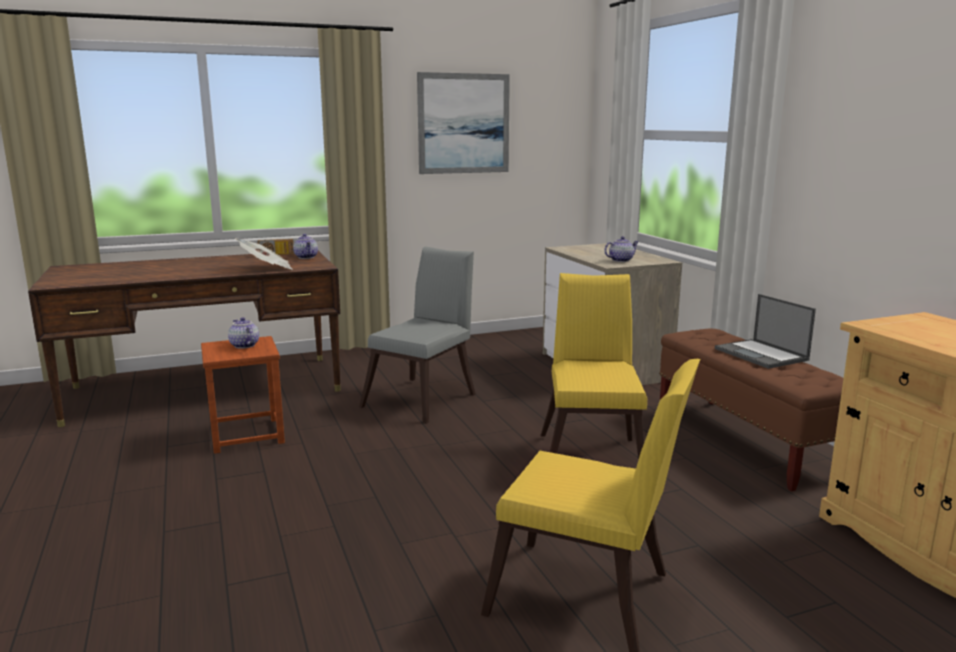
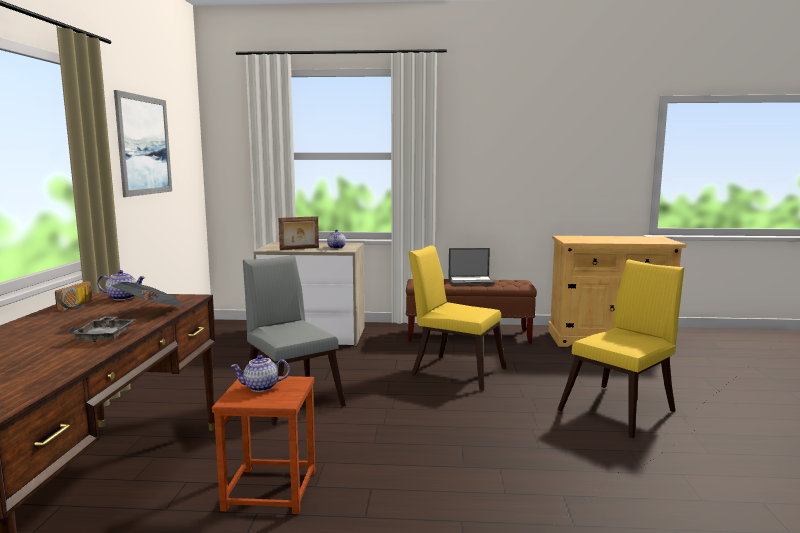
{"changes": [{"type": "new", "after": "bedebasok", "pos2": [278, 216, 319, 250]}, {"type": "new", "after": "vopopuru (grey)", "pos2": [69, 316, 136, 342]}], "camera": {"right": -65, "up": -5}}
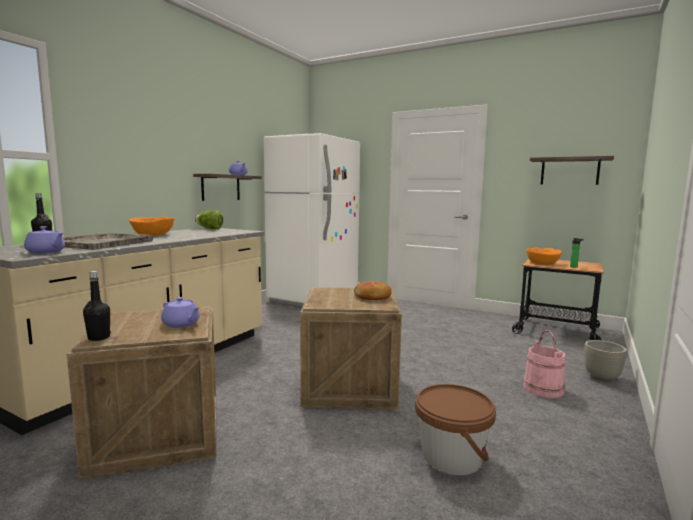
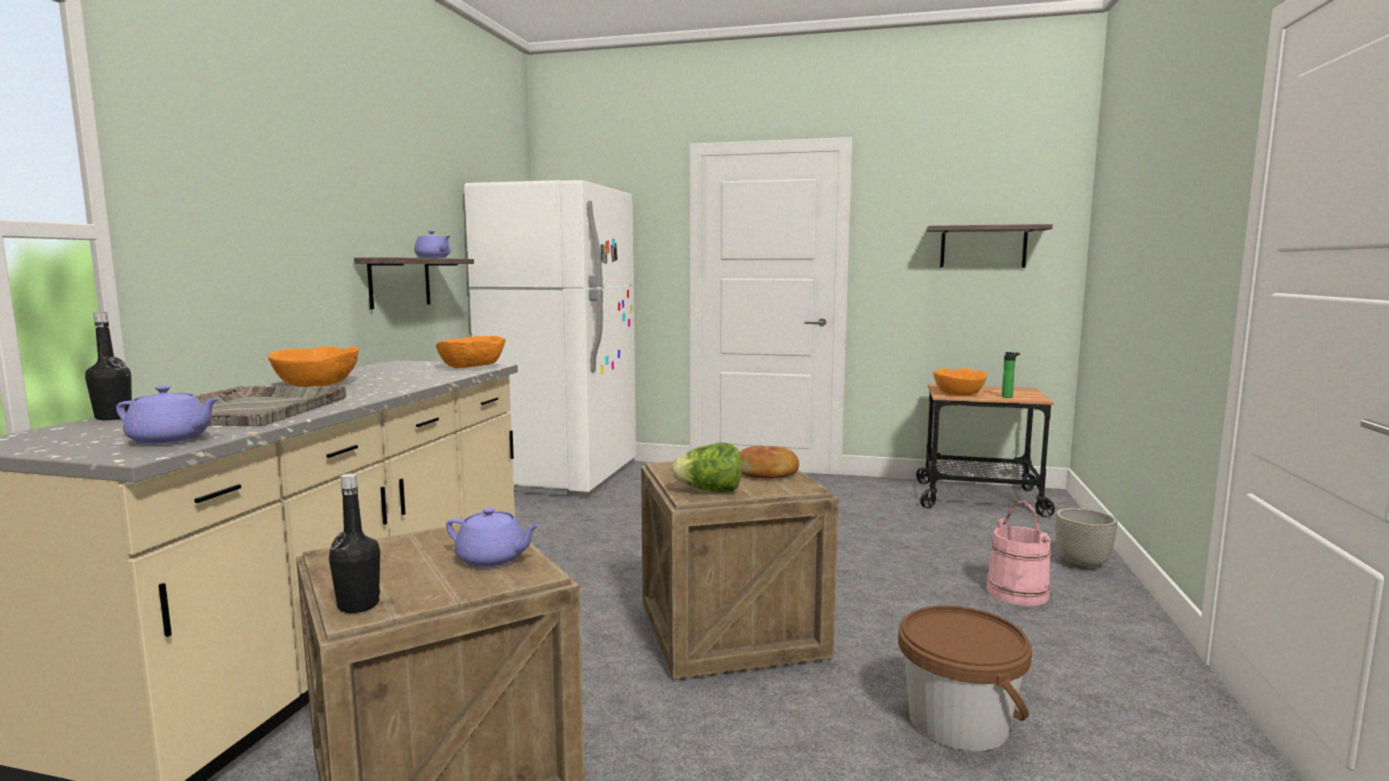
{"changes": [{"type": "shifted", "before": "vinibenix", "pos1": [195, 210, 223, 229], "pos2": [672, 443, 741, 492]}, {"type": "new", "after": "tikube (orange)", "pos2": [436, 336, 506, 368]}], "camera": {"right": -15, "up": 0}}
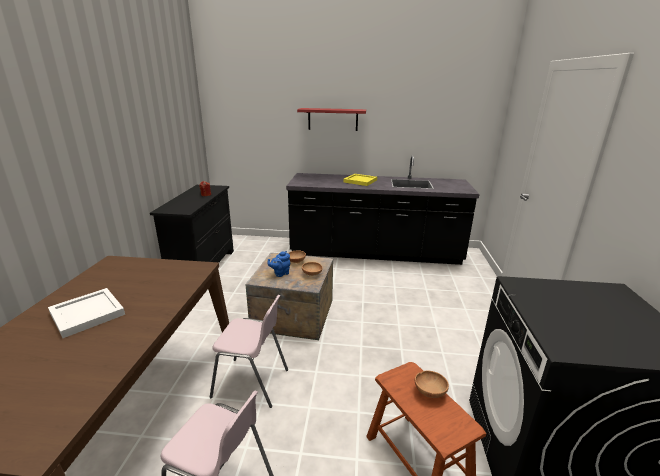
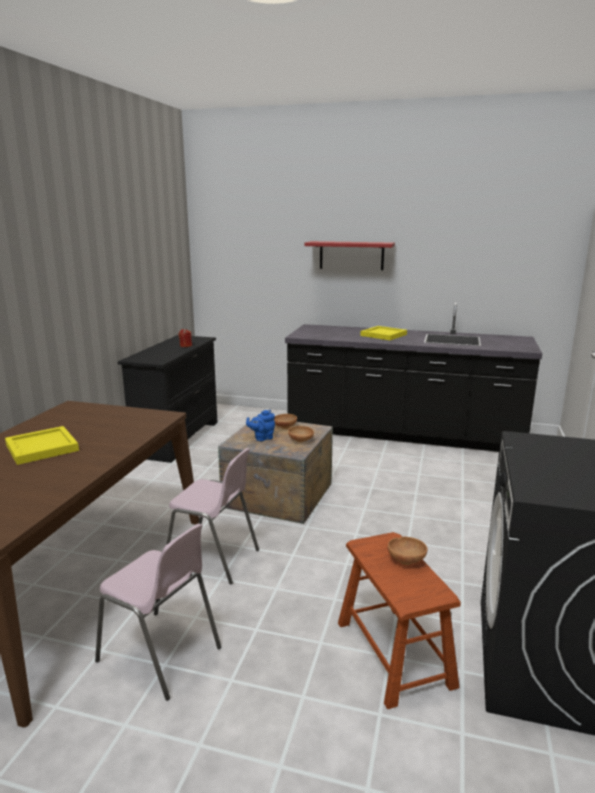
{"changes": [{"type": "repainted", "before": "vopopuru (white)", "after": "vopopuru (yellow)", "pos1": [48, 288, 125, 338], "pos2": [5, 426, 79, 465]}], "camera": {"right": 10, "up": -5}}
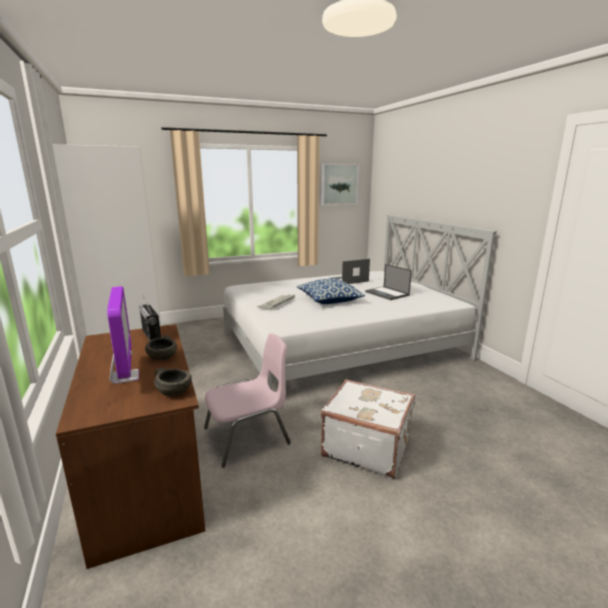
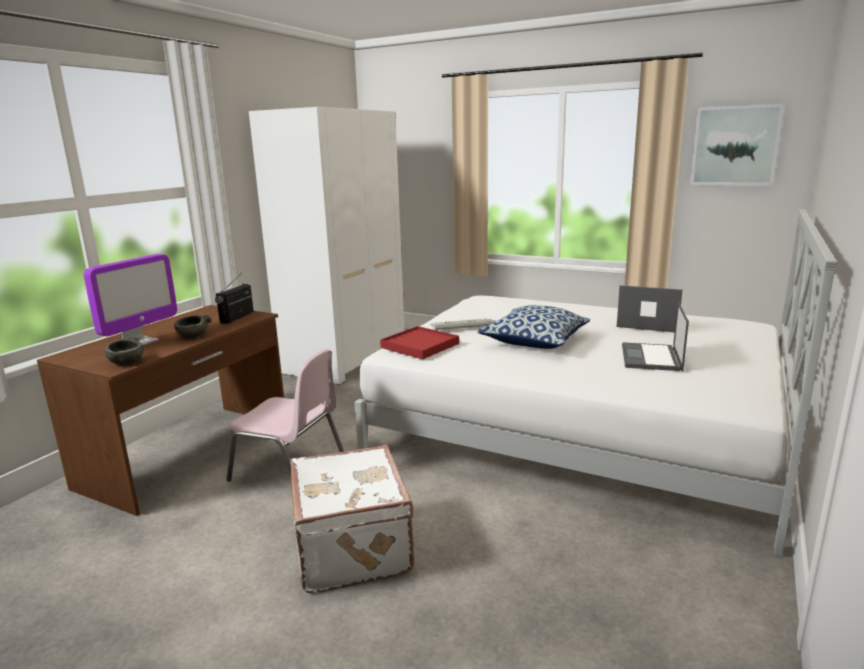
{"changes": [{"type": "new", "after": "vopopuru (red)", "pos2": [380, 326, 459, 359]}], "camera": {"right": 50, "up": 0}}
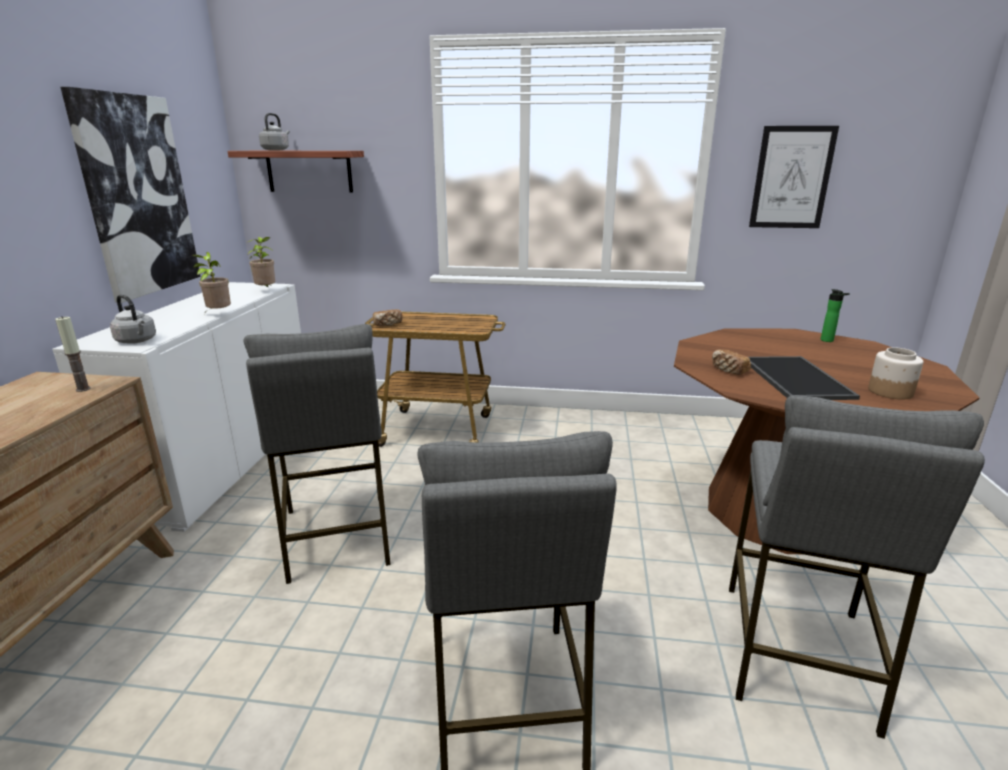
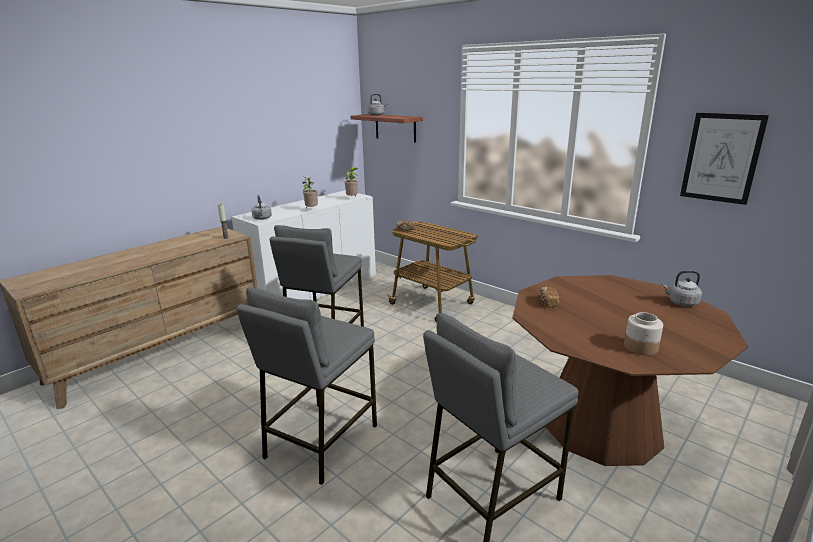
{"changes": [{"type": "gone", "before": "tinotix", "pos1": [60, 87, 201, 303]}, {"type": "swapped", "before": "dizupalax", "after": "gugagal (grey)", "pos1": [821, 289, 850, 342], "pos2": [662, 270, 702, 307]}, {"type": "gone", "before": "vopopuru", "pos1": [749, 356, 860, 400]}], "camera": {"right": 35, "up": 0}}
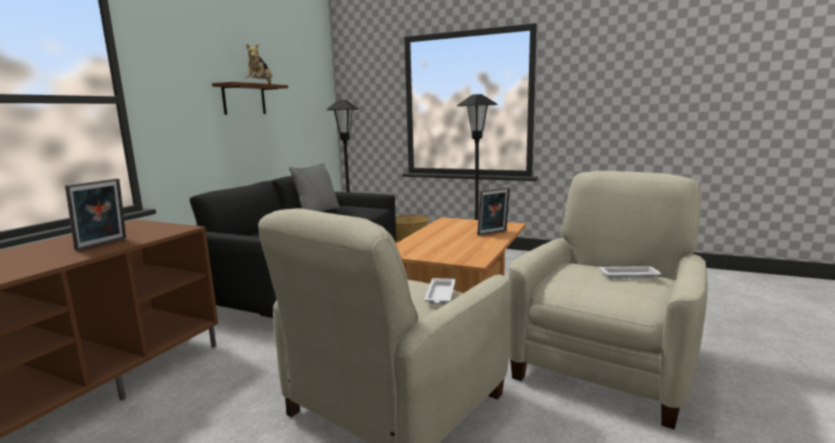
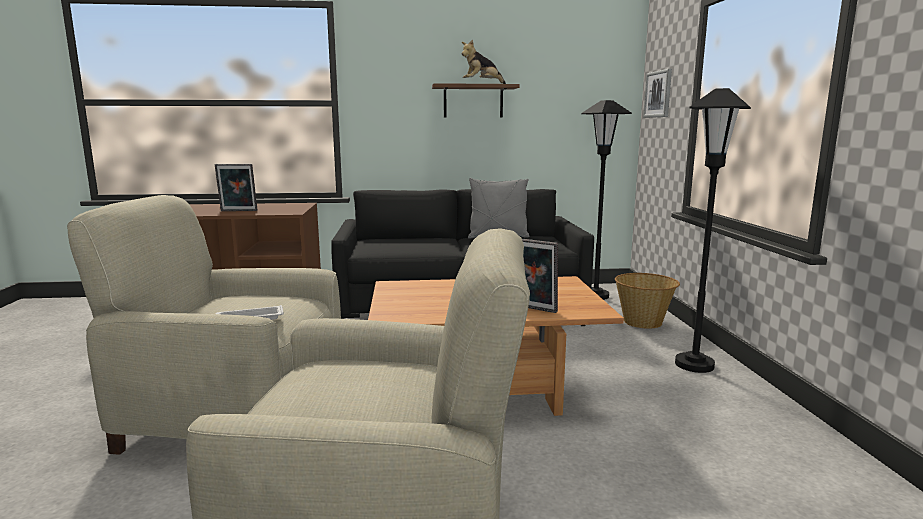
{"changes": [{"type": "gone", "before": "vopopuru (white)", "pos1": [599, 266, 661, 278]}, {"type": "new", "after": "tinotix", "pos2": [643, 69, 672, 118]}], "camera": {"right": 60, "up": 0}}
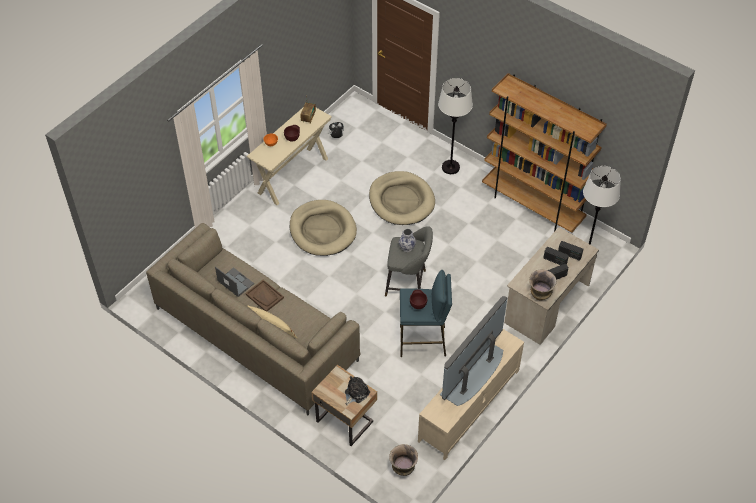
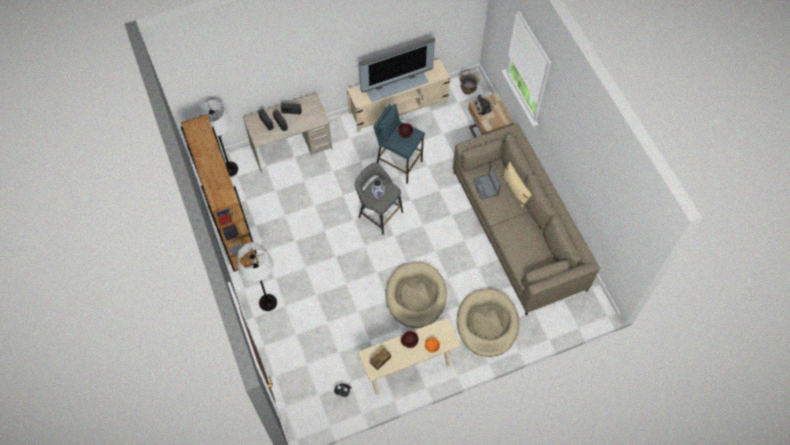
{"changes": [{"type": "shifted", "before": "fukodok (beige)", "pos1": [369, 171, 435, 225], "pos2": [457, 289, 519, 357]}, {"type": "shifted", "before": "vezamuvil", "pos1": [215, 267, 254, 297], "pos2": [472, 164, 501, 200]}, {"type": "gone", "before": "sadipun", "pos1": [529, 270, 557, 300]}, {"type": "gone", "before": "vopopuru (brown)", "pos1": [245, 279, 284, 311]}], "camera": {"right": -150, "up": 10}}
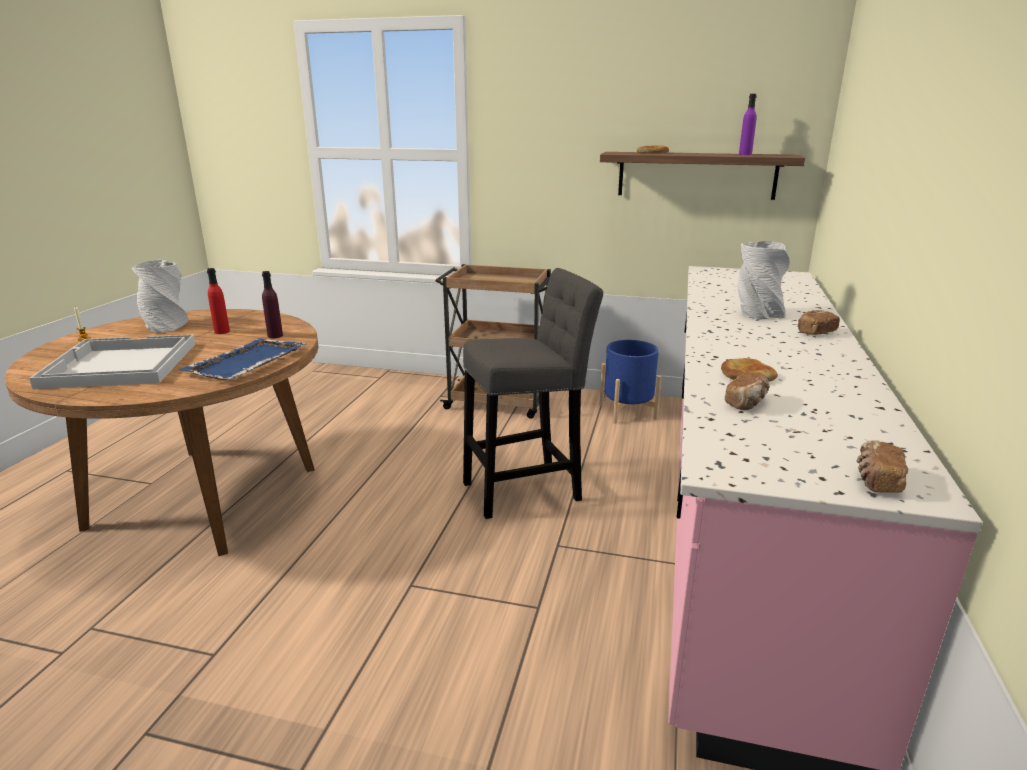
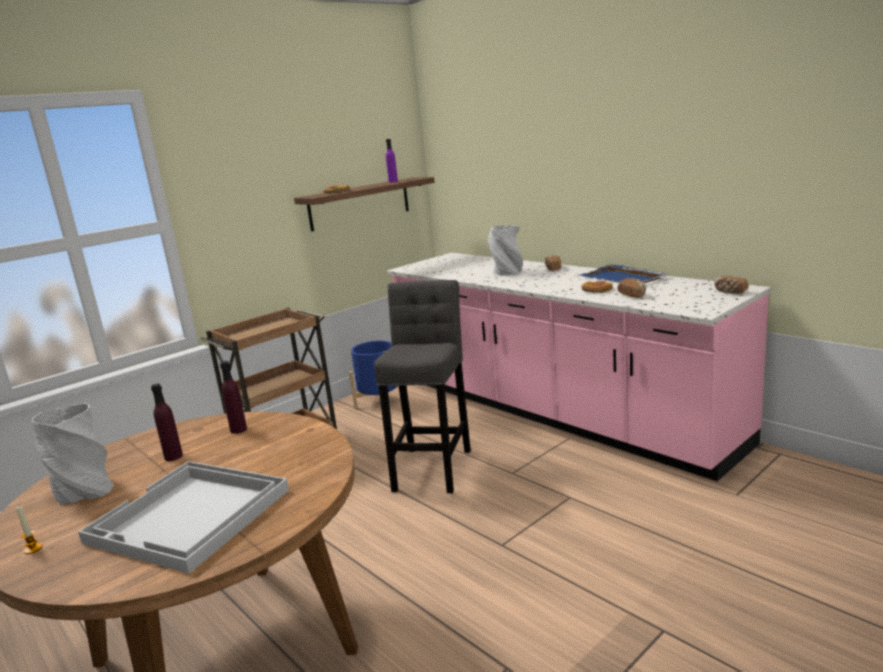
{"changes": [{"type": "repainted", "before": "dizupalax (red)", "after": "dizupalax (purple)", "pos1": [207, 268, 230, 334], "pos2": [151, 384, 183, 461]}, {"type": "shifted", "before": "vopopuru (blue)", "pos1": [178, 338, 306, 380], "pos2": [578, 264, 669, 283]}], "camera": {"right": -55, "up": -5}}
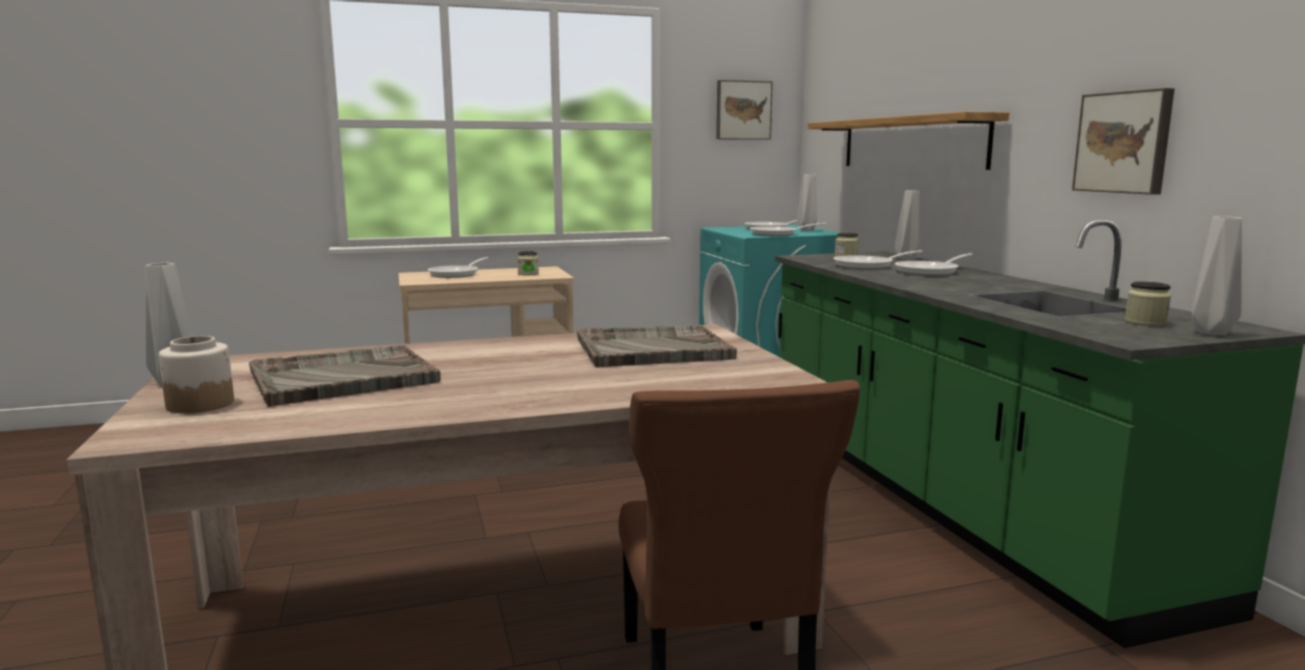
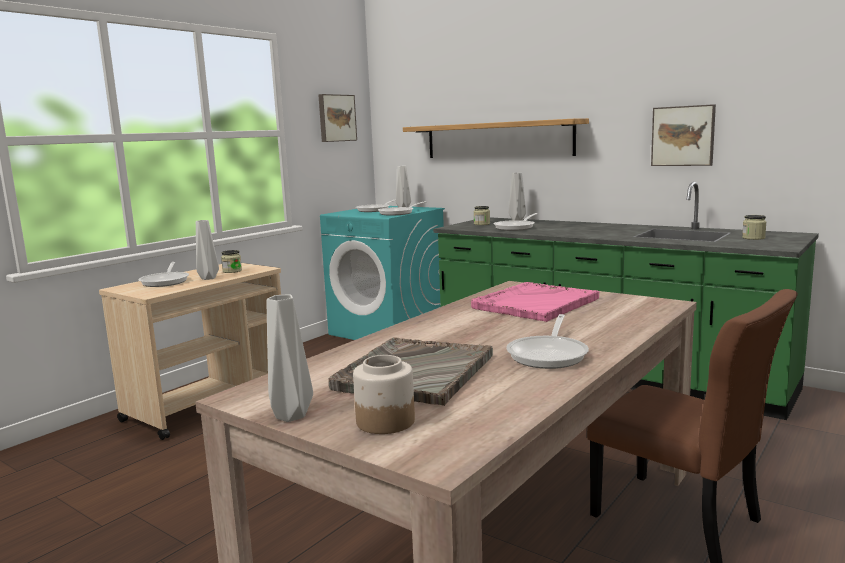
{"changes": [{"type": "shifted", "before": "sadipun (grey)", "pos1": [1192, 216, 1242, 335], "pos2": [196, 220, 219, 280]}, {"type": "shifted", "before": "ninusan", "pos1": [895, 253, 973, 276], "pos2": [506, 314, 589, 369]}, {"type": "repainted", "before": "vopopuru (grey)", "after": "vopopuru (pink)", "pos1": [577, 325, 737, 367], "pos2": [471, 282, 599, 322]}], "camera": {"right": -35, "up": 0}}
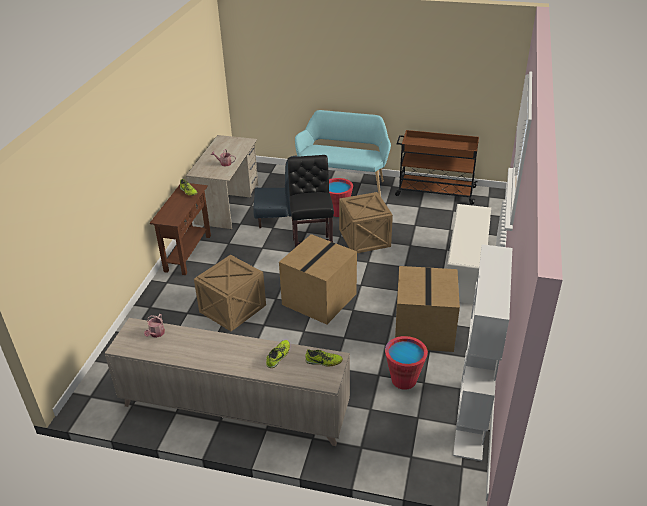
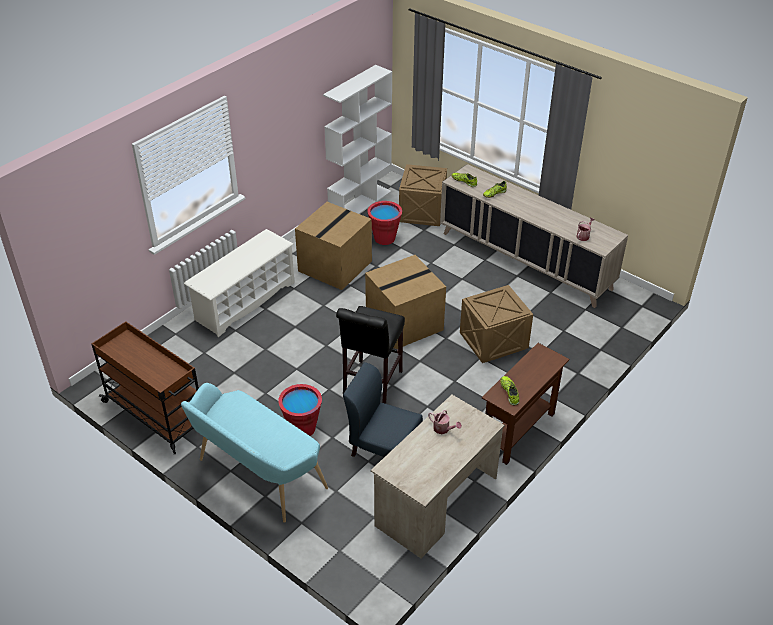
{"changes": [{"type": "shifted", "before": "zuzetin", "pos1": [339, 192, 393, 253], "pos2": [399, 164, 447, 226]}], "camera": {"right": -155, "up": 5}}
